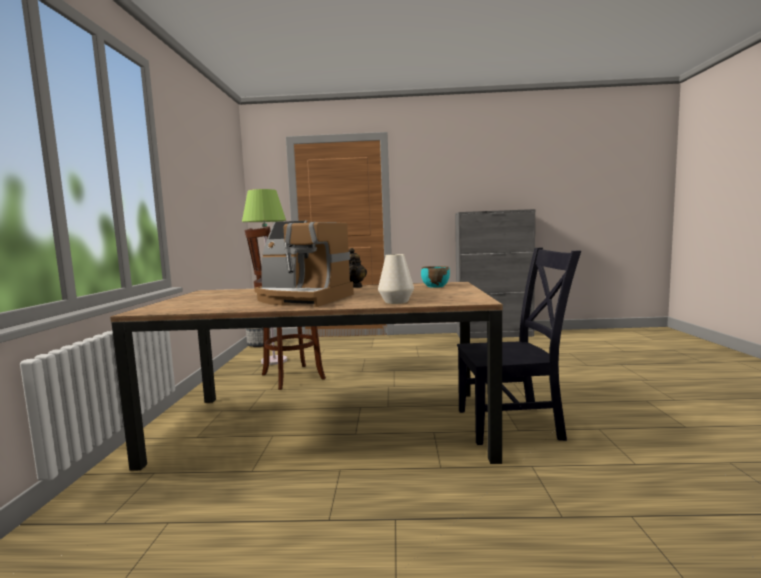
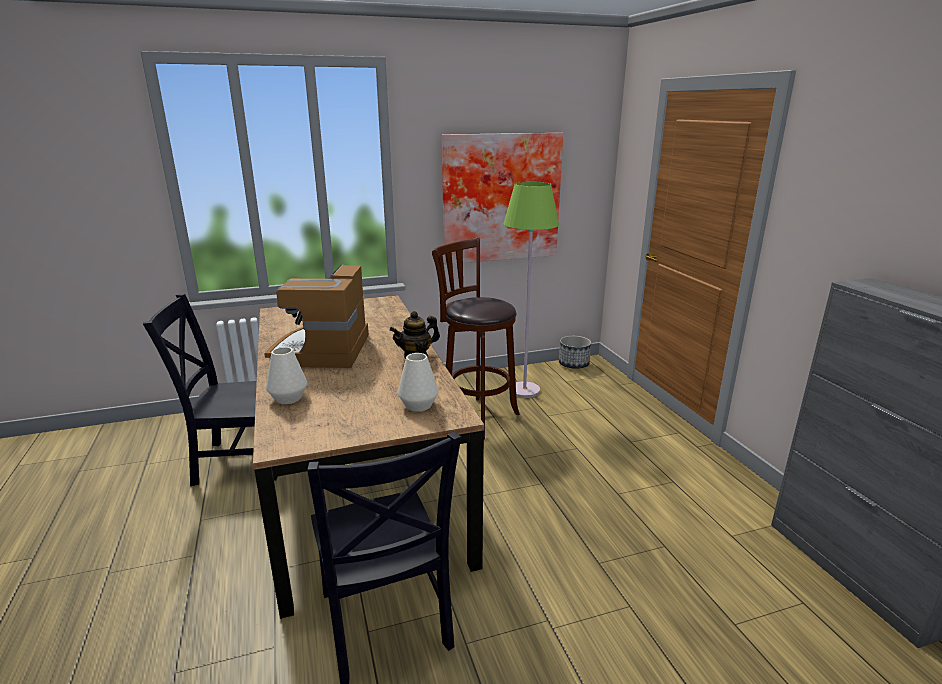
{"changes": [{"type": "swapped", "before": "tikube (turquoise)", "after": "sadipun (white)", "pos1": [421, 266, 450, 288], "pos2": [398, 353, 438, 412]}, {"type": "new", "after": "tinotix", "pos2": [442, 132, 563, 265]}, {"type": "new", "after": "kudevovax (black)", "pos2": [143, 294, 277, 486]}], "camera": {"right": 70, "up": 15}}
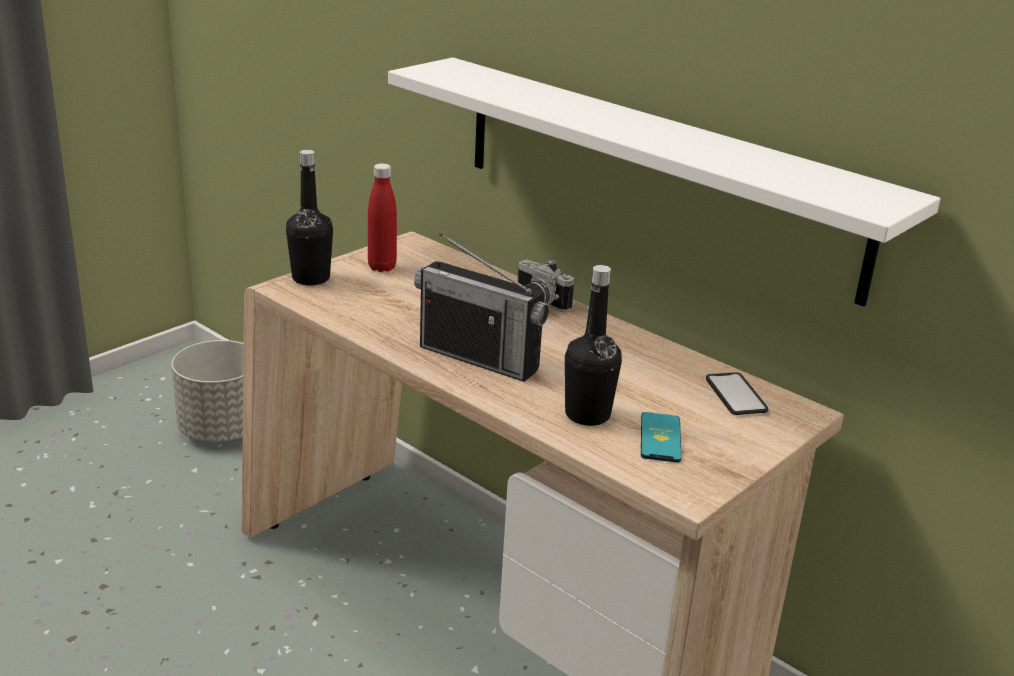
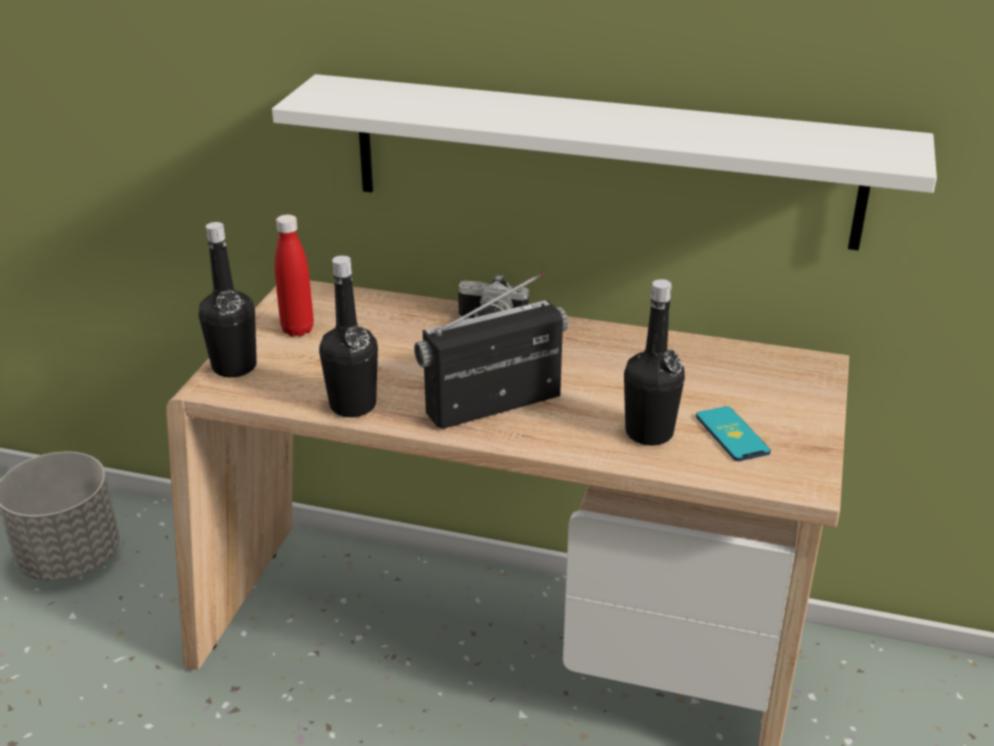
{"changes": [{"type": "rotated", "before": "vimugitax", "pos1": [414, 233, 549, 382], "pos2": [414, 272, 568, 429], "turn": 150}, {"type": "gone", "before": "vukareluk", "pos1": [706, 372, 768, 415]}, {"type": "new", "after": "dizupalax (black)", "pos2": [319, 256, 378, 417]}], "camera": {"right": -25, "up": 5}}
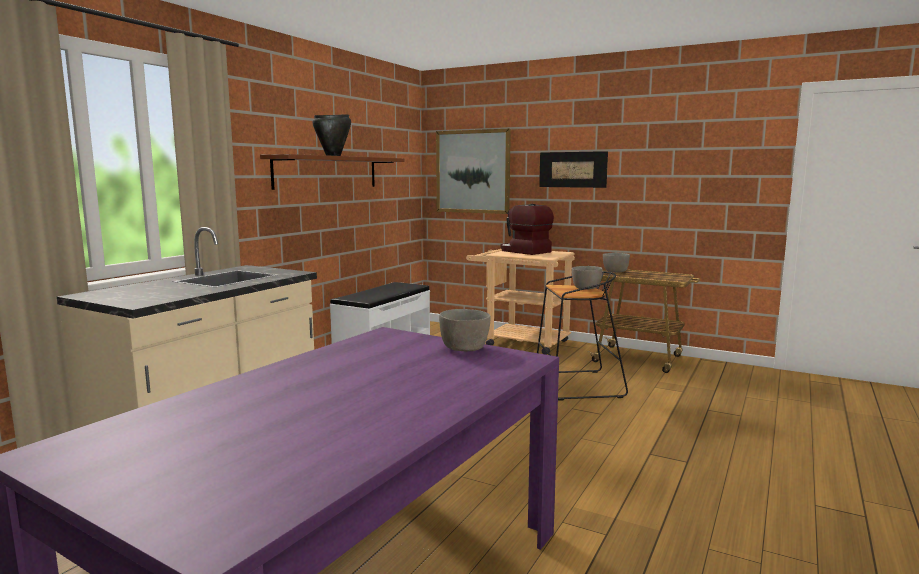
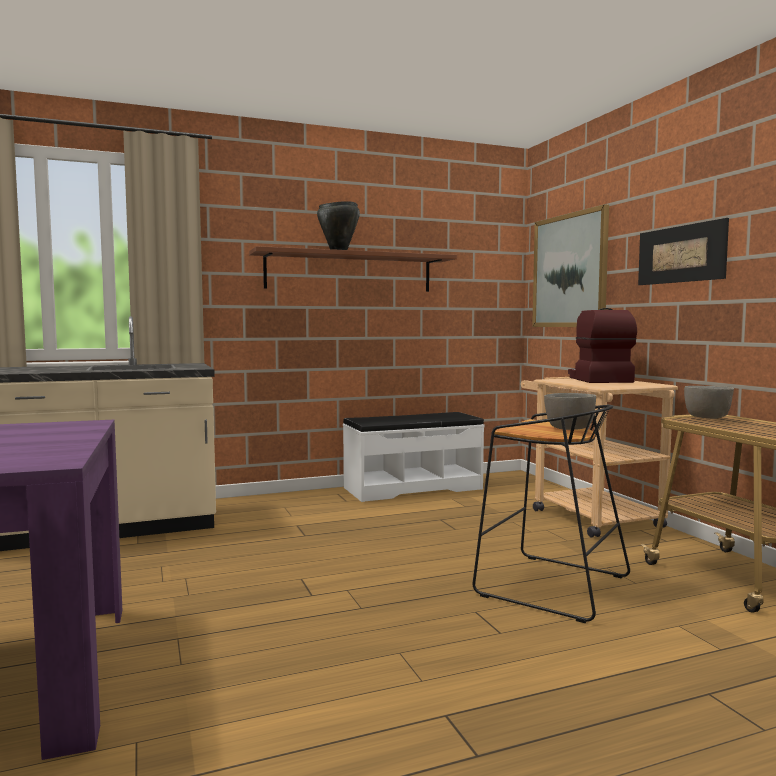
{"changes": [{"type": "gone", "before": "tikube (grey)", "pos1": [439, 309, 490, 351]}], "camera": {"right": 40, "up": -5}}
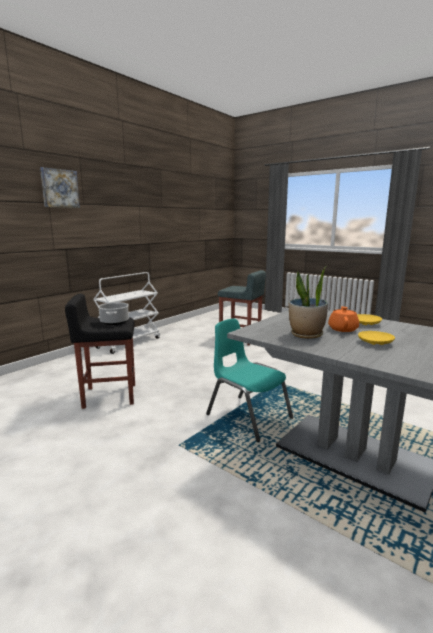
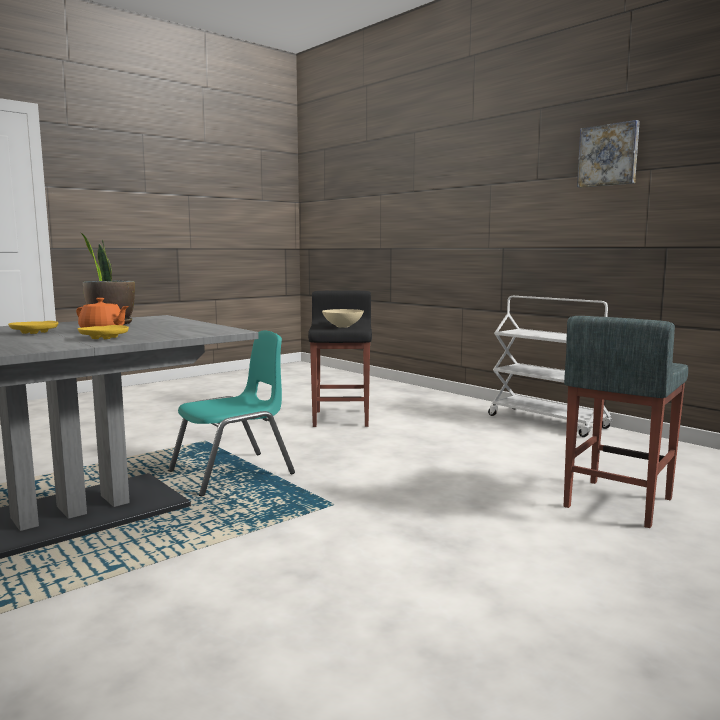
{"changes": [{"type": "shifted", "before": "tinotix", "pos1": [40, 167, 80, 208], "pos2": [577, 120, 640, 188]}, {"type": "swapped", "before": "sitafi", "after": "tikube (beige)", "pos1": [98, 302, 129, 325], "pos2": [322, 309, 364, 327]}], "camera": {"right": 100, "up": -5}}
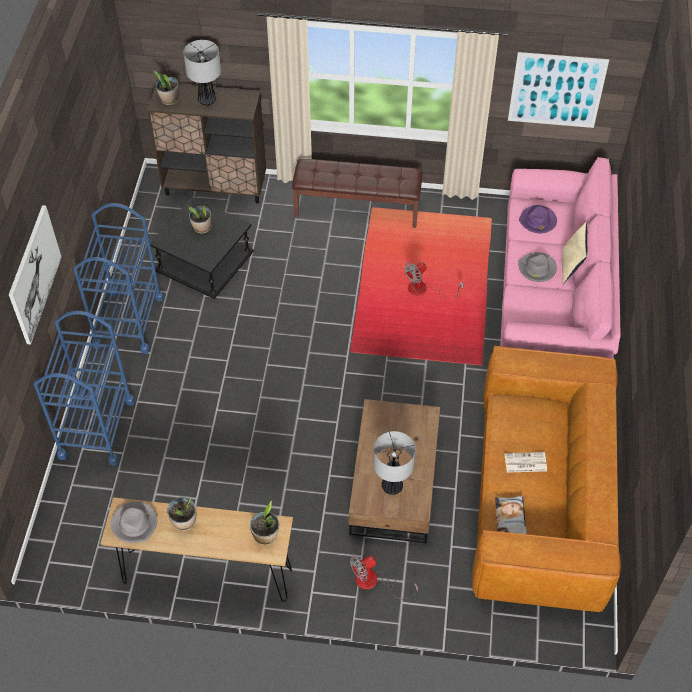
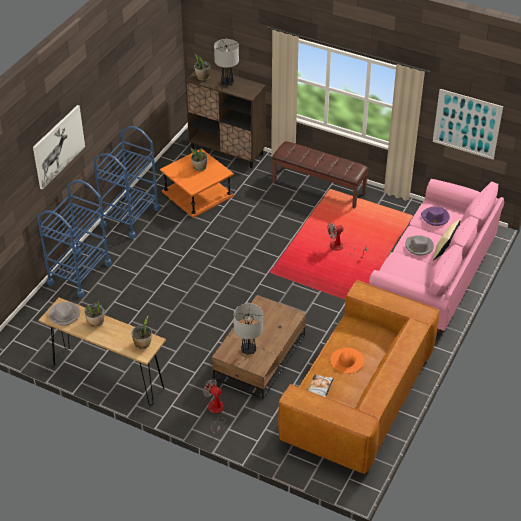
{"changes": [{"type": "repainted", "before": "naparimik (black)", "after": "naparimik (orange)", "pos1": [150, 197, 254, 299], "pos2": [160, 148, 234, 218]}, {"type": "swapped", "before": "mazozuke", "after": "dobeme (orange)", "pos1": [505, 452, 547, 473], "pos2": [331, 348, 364, 373]}, {"type": "rotated", "before": "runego", "pos1": [350, 555, 418, 599], "pos2": [203, 379, 226, 434], "turn": 45}], "camera": {"right": 20, "up": -10}}
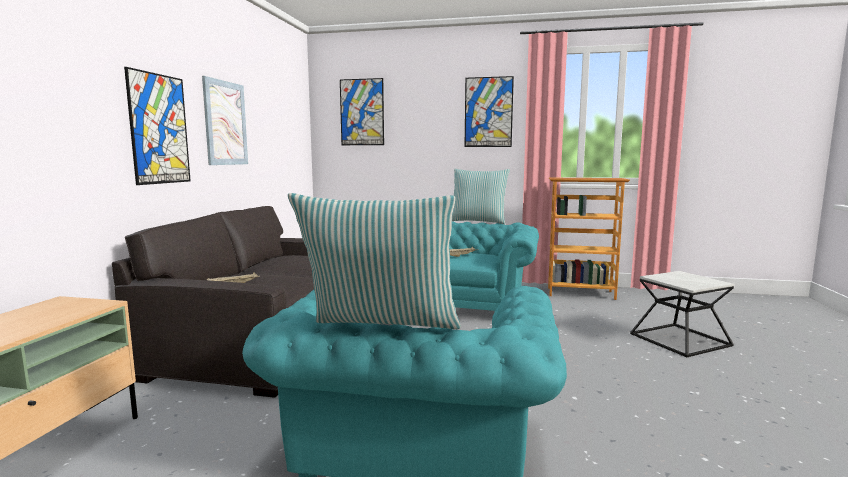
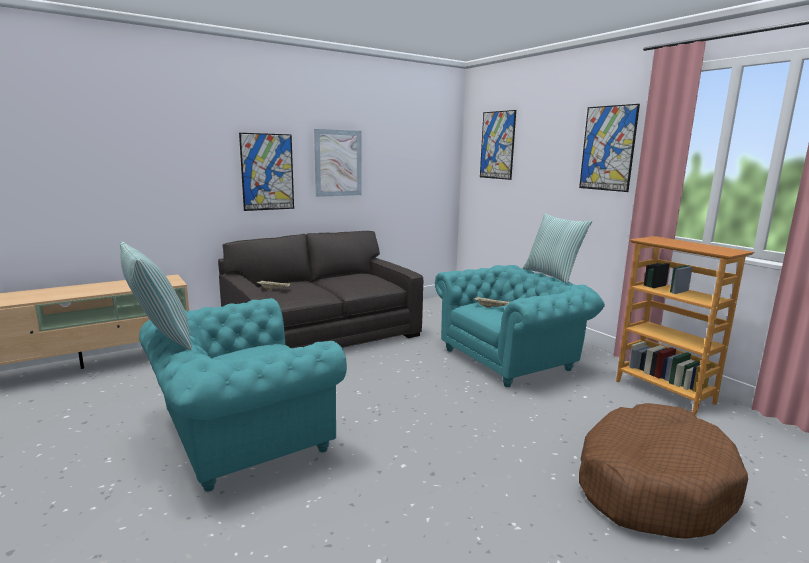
{"changes": [{"type": "swapped", "before": "naparimik", "after": "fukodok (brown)", "pos1": [630, 271, 734, 357], "pos2": [579, 403, 748, 539]}], "camera": {"right": 45, "up": 5}}
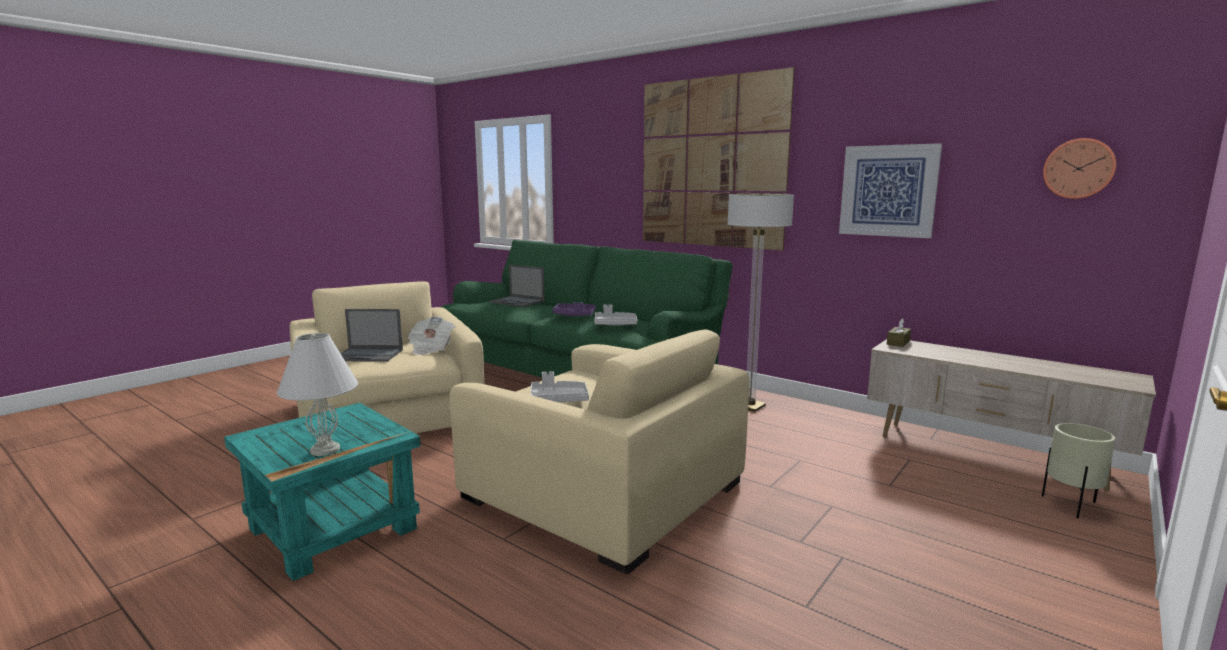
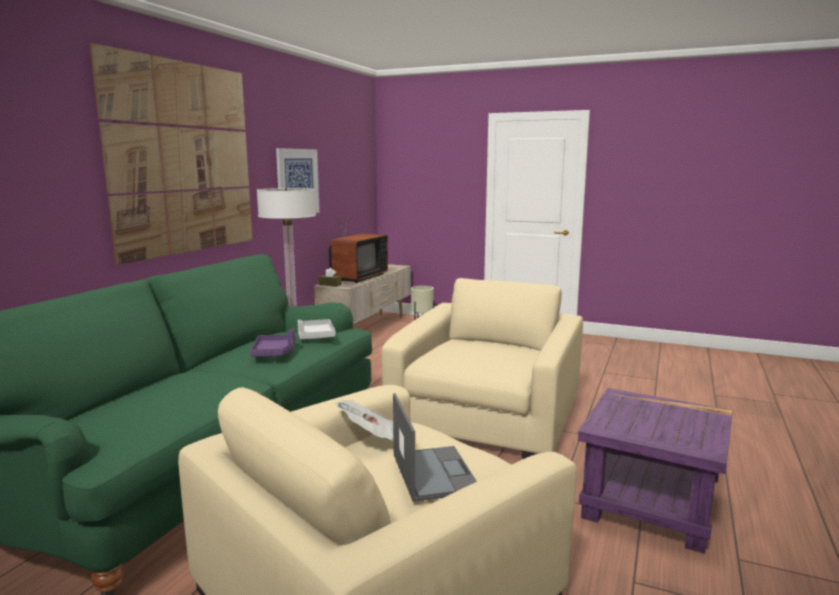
{"changes": [{"type": "gone", "before": "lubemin", "pos1": [1043, 138, 1117, 199]}, {"type": "gone", "before": "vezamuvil", "pos1": [489, 265, 545, 307]}, {"type": "gone", "before": "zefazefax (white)", "pos1": [276, 333, 358, 456]}, {"type": "gone", "before": "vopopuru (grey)", "pos1": [531, 372, 589, 402]}, {"type": "repainted", "before": "naparimik (turquoise)", "after": "naparimik (purple)", "pos1": [224, 403, 421, 581], "pos2": [578, 388, 733, 554]}, {"type": "new", "after": "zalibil", "pos2": [329, 214, 388, 283]}], "camera": {"right": -105, "up": 0}}
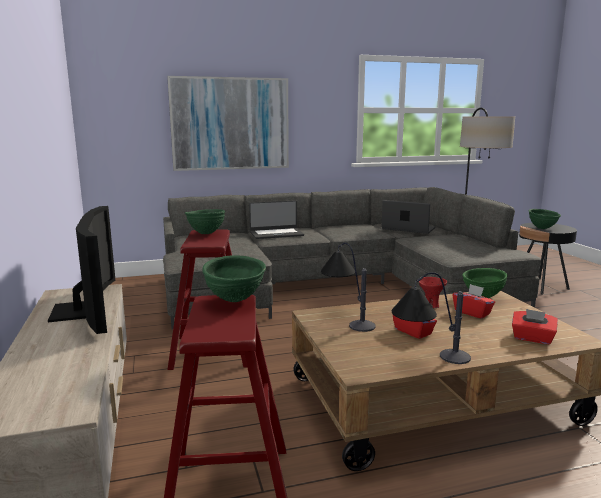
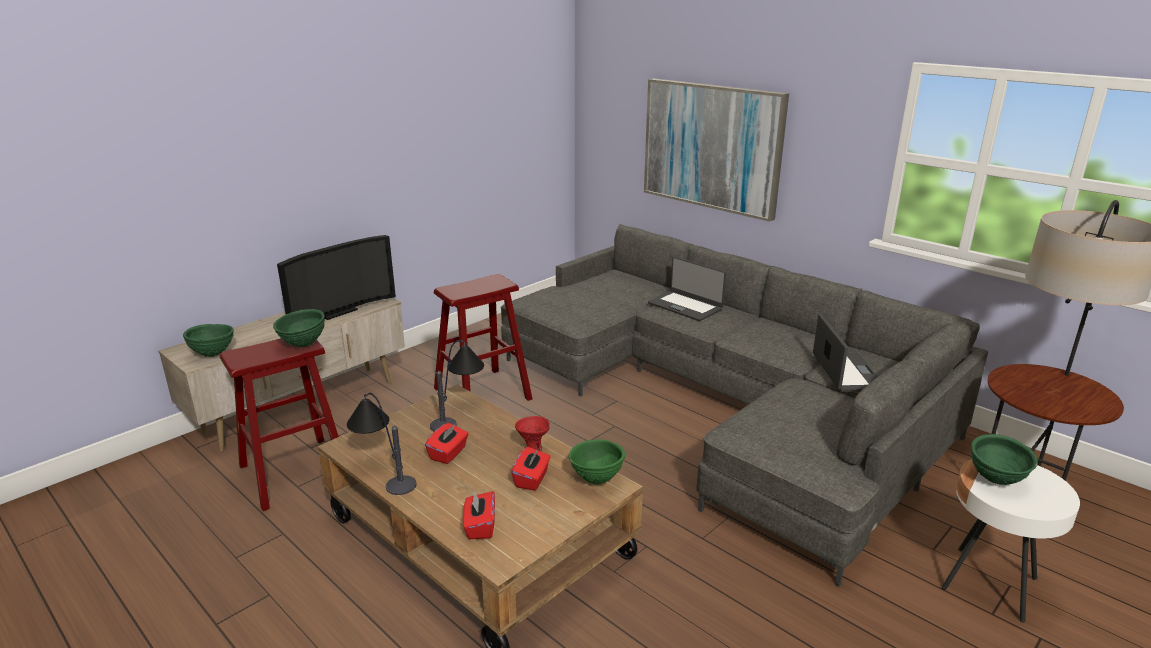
{"changes": [{"type": "shifted", "before": "tikube (green)", "pos1": [185, 209, 225, 234], "pos2": [183, 324, 234, 357]}, {"type": "repainted", "before": "naparimik (black)", "after": "naparimik (white)", "pos1": [519, 223, 577, 294], "pos2": [942, 459, 1080, 623]}], "camera": {"right": 60, "up": 10}}
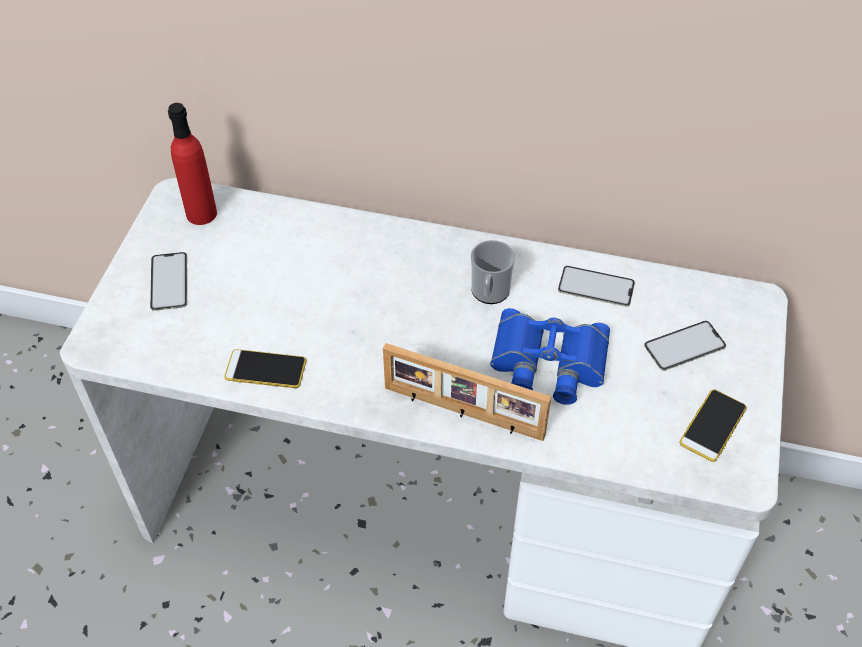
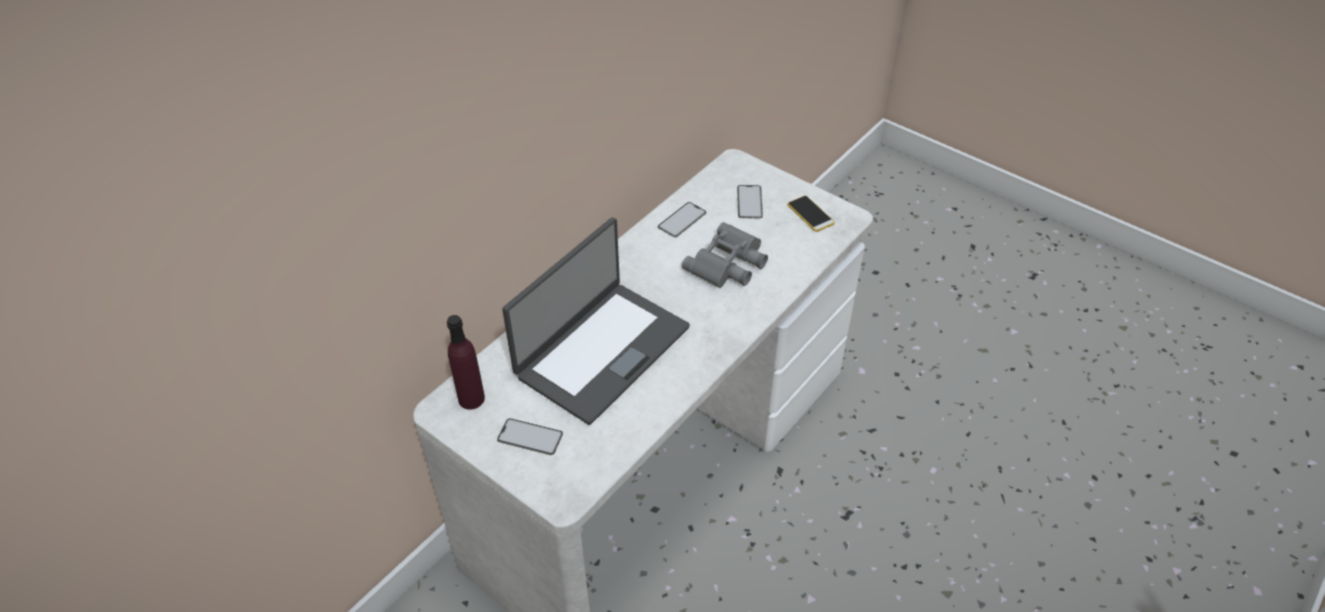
{"changes": [{"type": "repainted", "before": "dizupalax (red)", "after": "dizupalax (purple)", "pos1": [168, 103, 217, 225], "pos2": [447, 315, 485, 410]}, {"type": "gone", "before": "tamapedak", "pos1": [471, 240, 515, 304]}, {"type": "repainted", "before": "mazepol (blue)", "after": "mazepol (grey)", "pos1": [490, 308, 610, 405], "pos2": [682, 222, 768, 288]}, {"type": "gone", "before": "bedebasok", "pos1": [383, 343, 552, 441]}, {"type": "gone", "before": "vukareluk", "pos1": [224, 349, 306, 388]}, {"type": "new", "after": "vezamuvil", "pos2": [502, 217, 690, 425]}], "camera": {"right": -65, "up": -5}}
